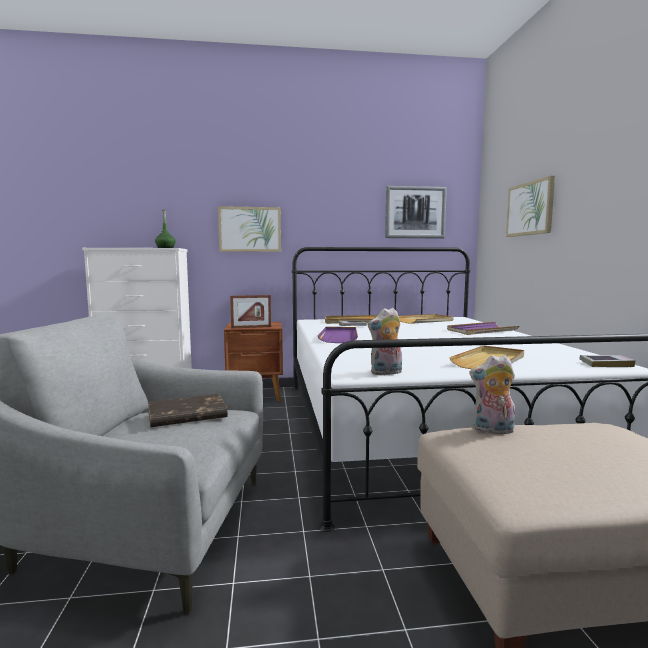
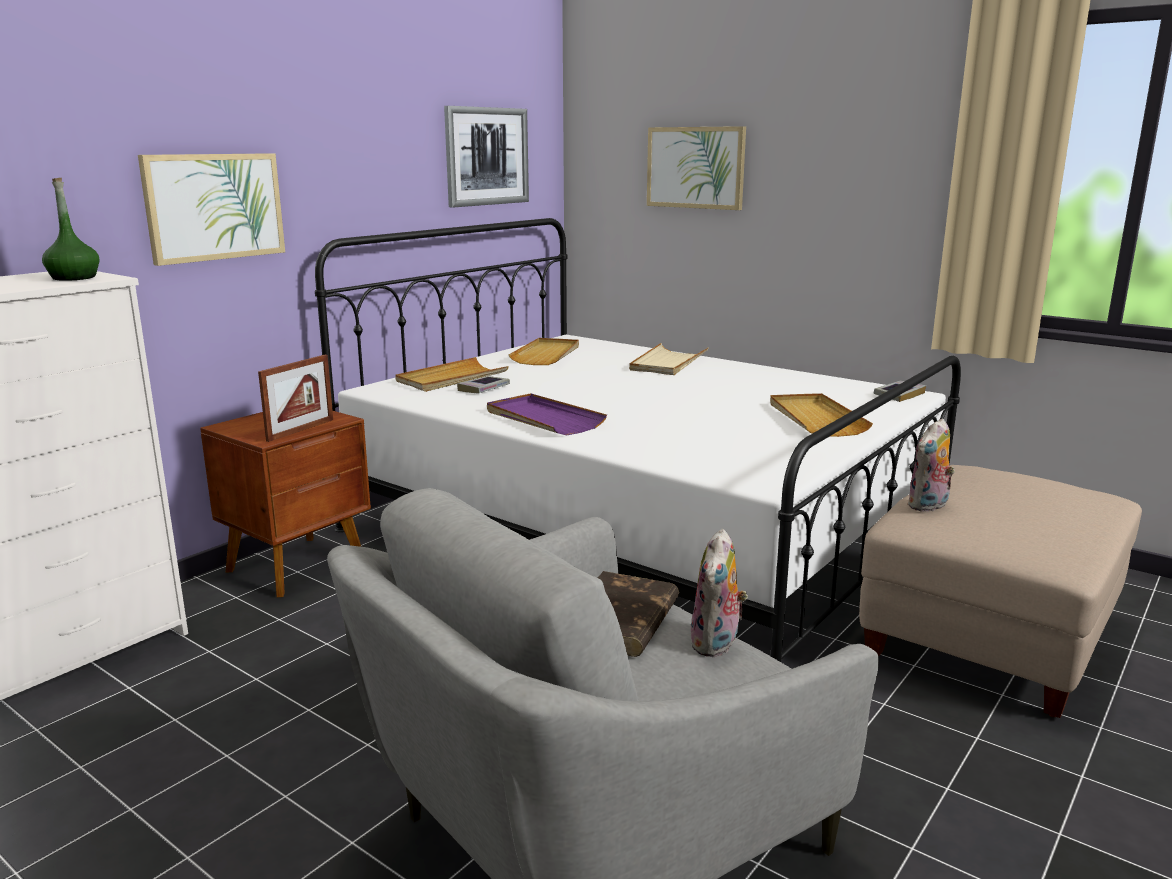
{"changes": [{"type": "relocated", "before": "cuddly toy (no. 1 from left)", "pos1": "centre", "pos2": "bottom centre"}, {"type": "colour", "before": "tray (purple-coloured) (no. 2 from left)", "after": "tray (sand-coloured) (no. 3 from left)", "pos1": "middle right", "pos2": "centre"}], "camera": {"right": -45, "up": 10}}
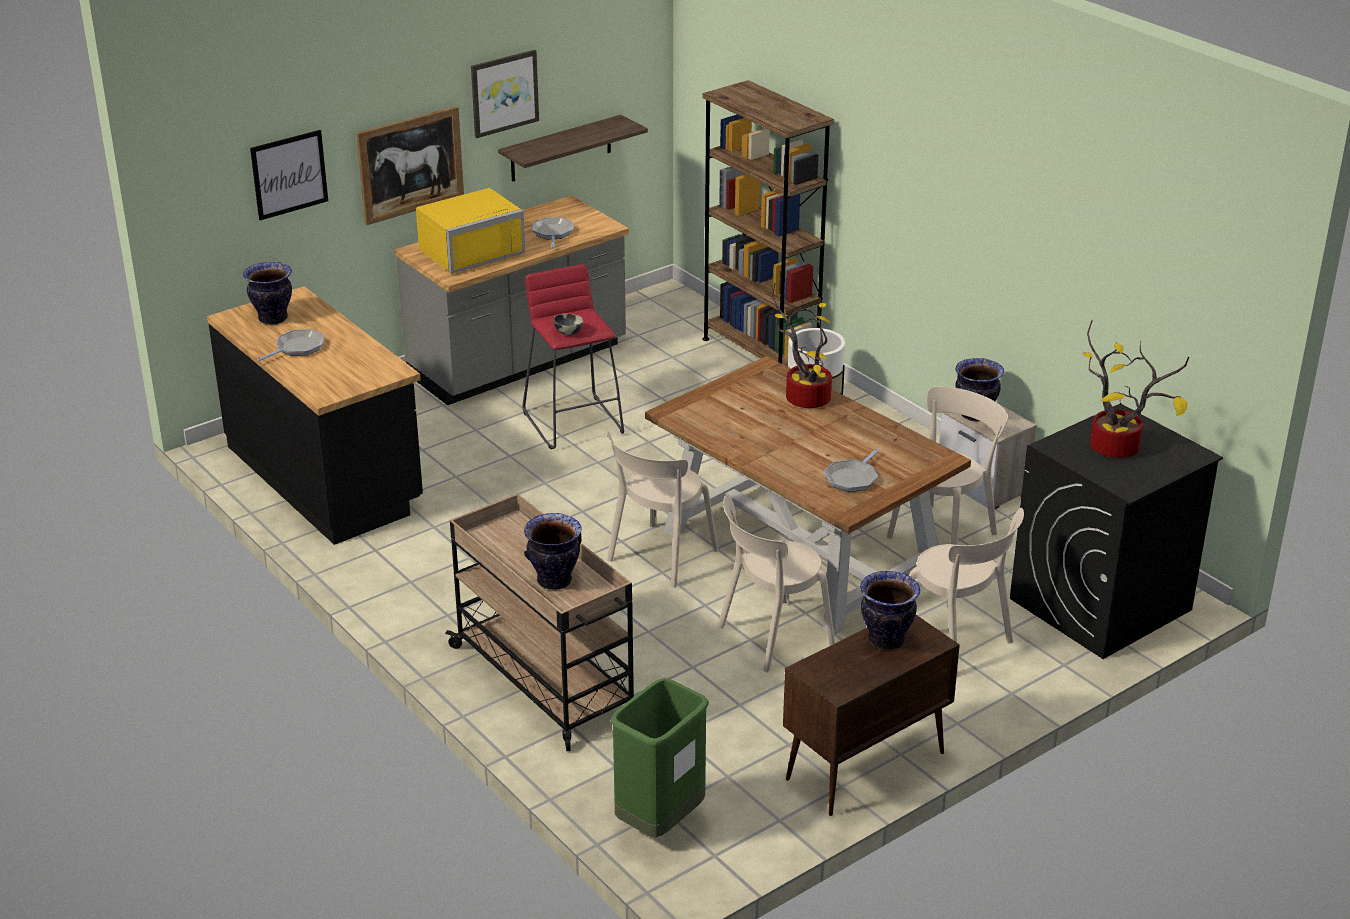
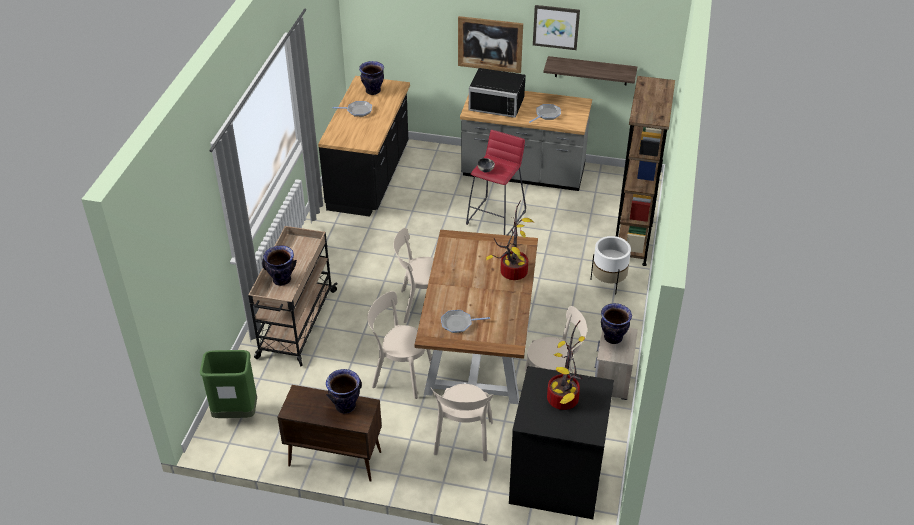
{"changes": [{"type": "missing", "before": "wall picture (no. 1 from left)", "pos1": "top left"}, {"type": "colour", "before": "microwave oven (yellow-coloured)", "after": "microwave oven (blackish)", "pos1": "top centre", "pos2": "top centre"}], "camera": {"right": 50, "up": 10}}
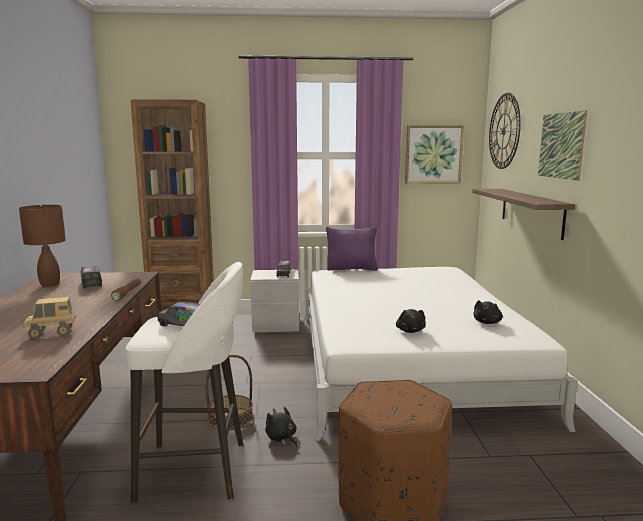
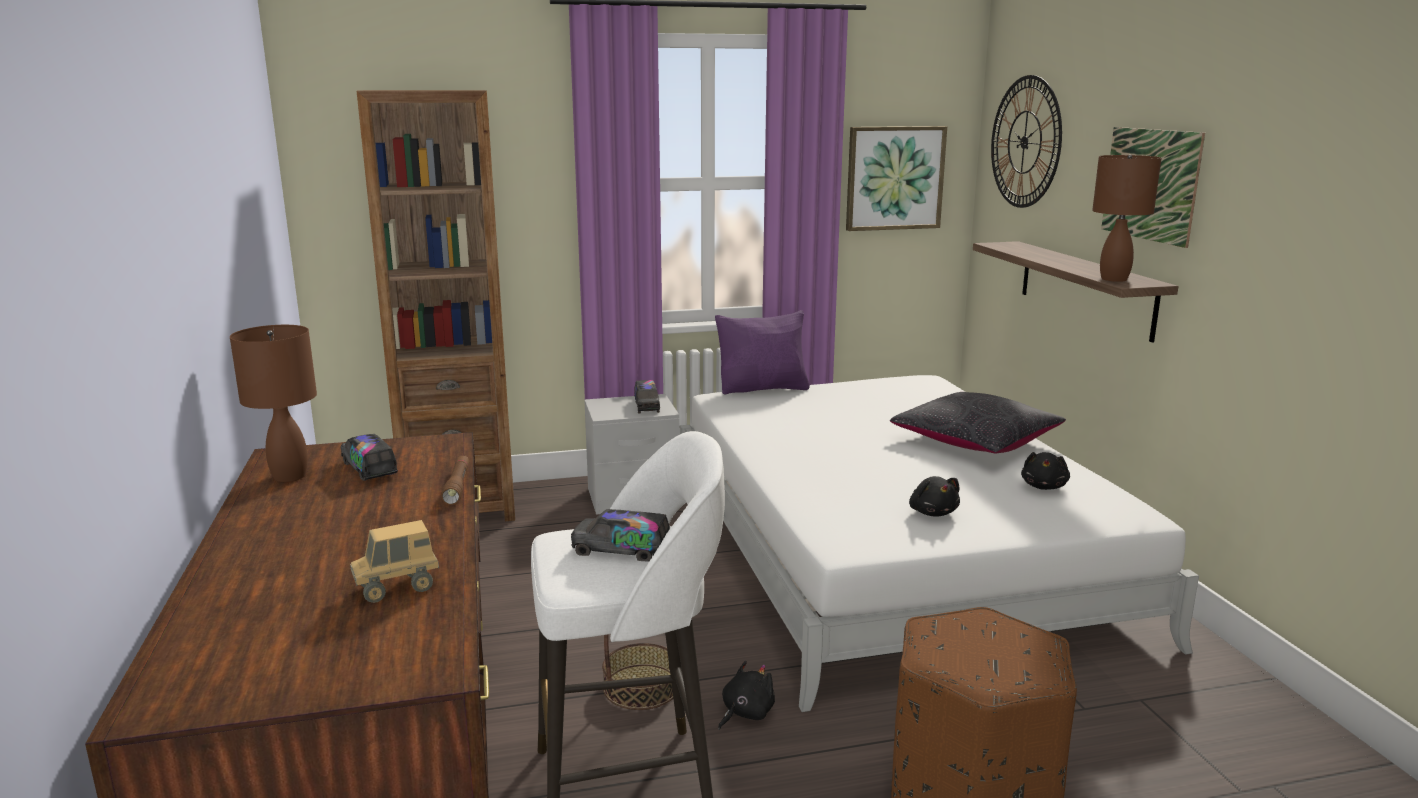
{"changes": [{"type": "spun", "before": "cuddly toy (blackish) (no. 1 from left)", "pos1": "bottom centre", "pos2": "bottom centre", "turn": 90}, {"type": "appeared", "after": "pillow (blackish)", "pos2": "middle right"}, {"type": "appeared", "after": "lamp for a table (brownish) (no. 2 from left)", "pos2": "top right"}], "camera": {"right": -10, "up": 5}}
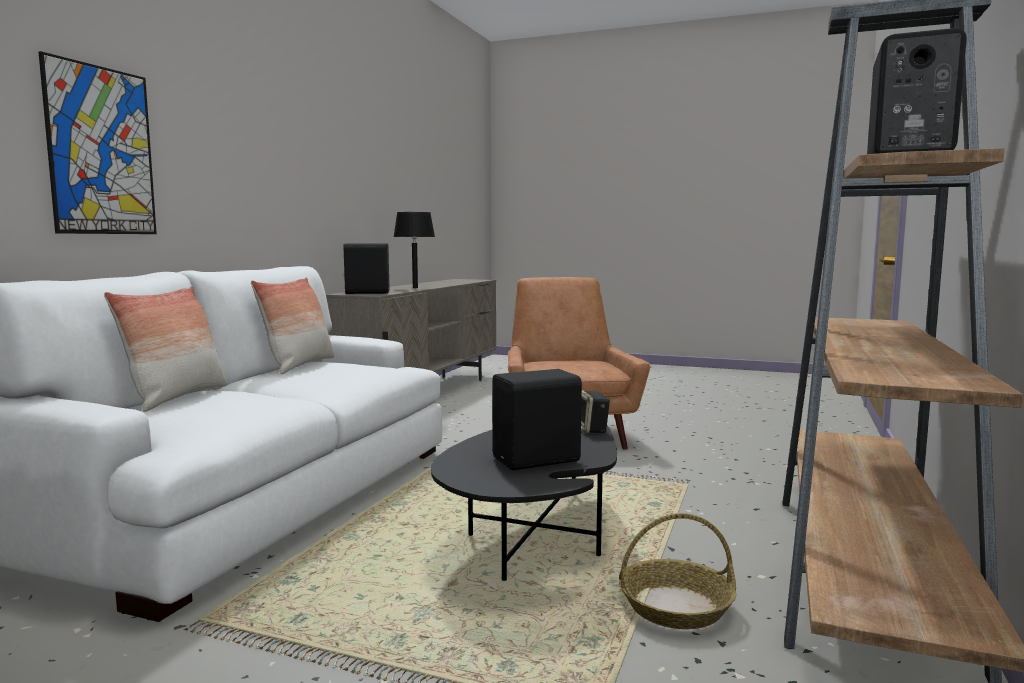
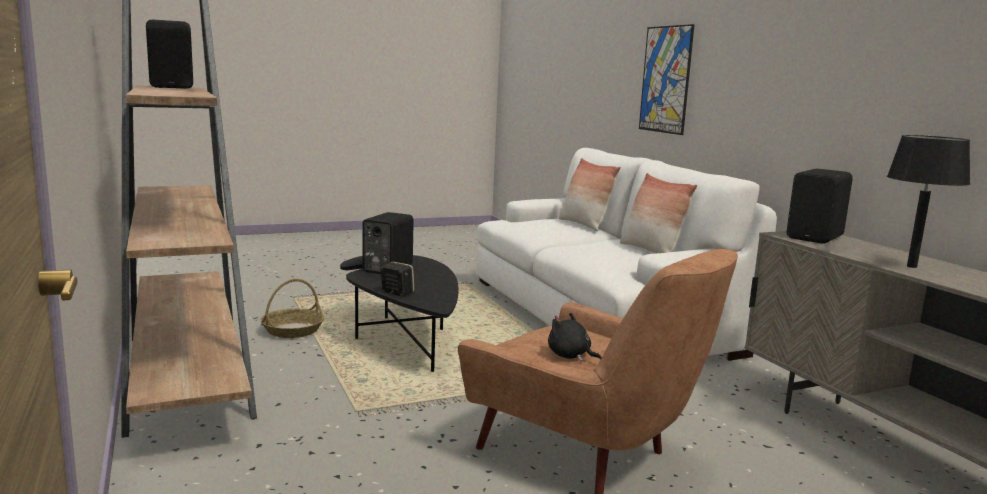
{"changes": [{"type": "appeared", "after": "cuddly toy (blackish)", "pos2": "bottom centre"}], "camera": {"right": 135, "up": 5}}
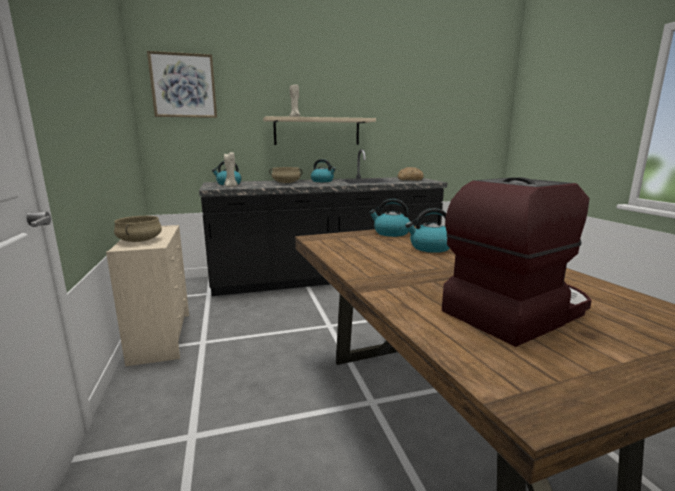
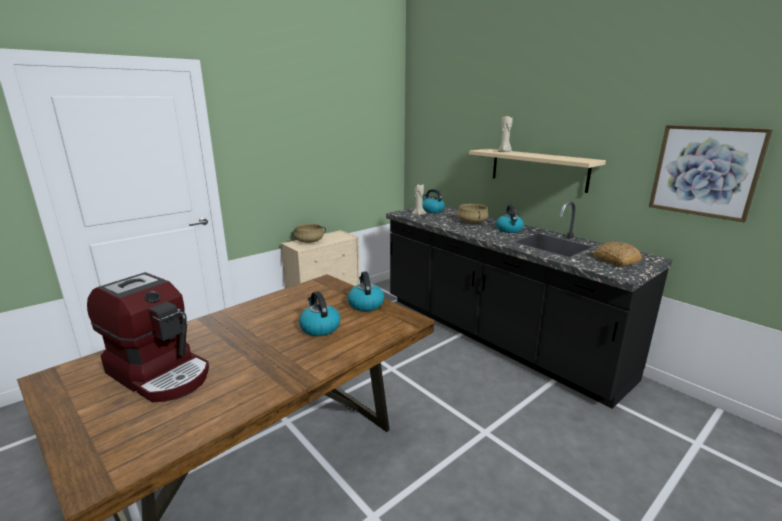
{"changes": [{"type": "relocated", "before": "wall picture", "pos1": "top left", "pos2": "top right"}], "camera": {"right": 65, "up": 5}}
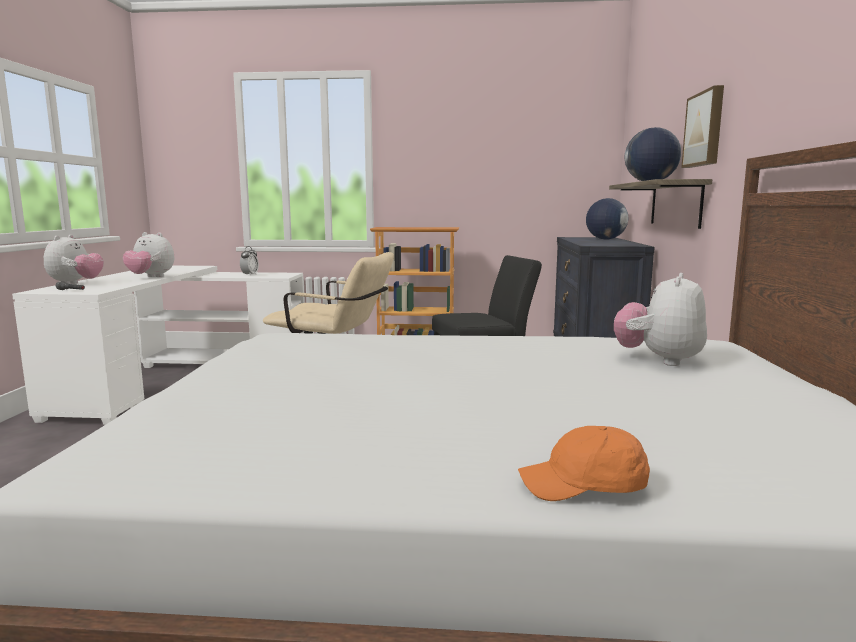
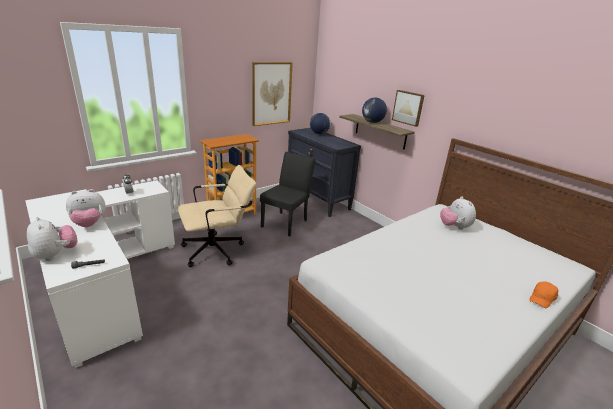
{"changes": [{"type": "appeared", "after": "wall picture (no. 1 from left)", "pos2": "top centre"}], "camera": {"right": -45, "up": 15}}
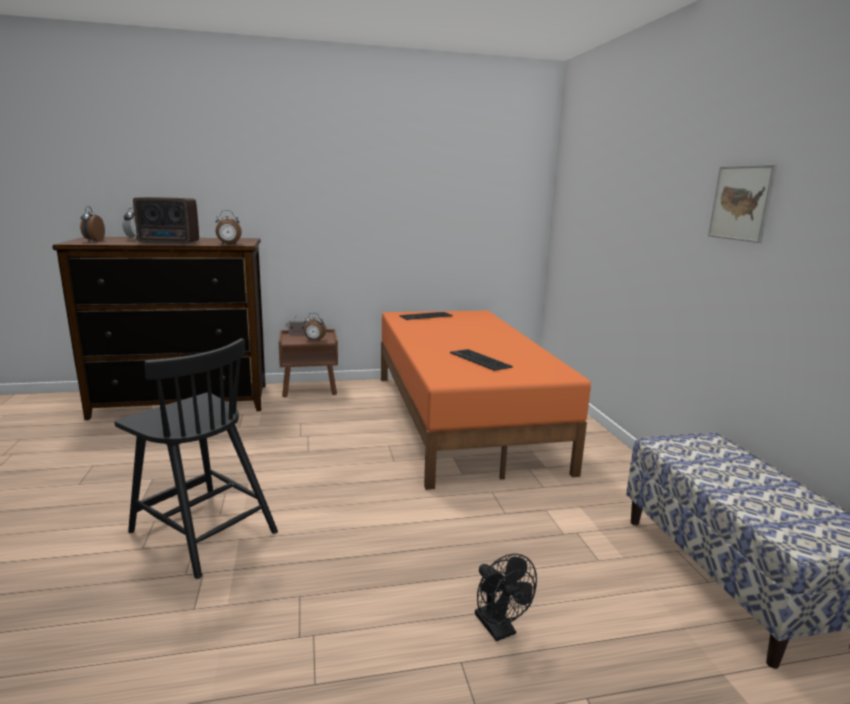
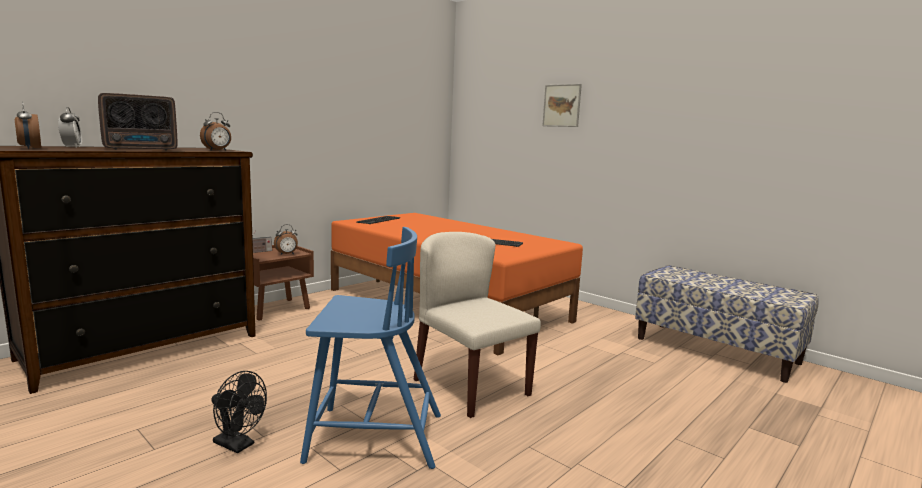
{"changes": [{"type": "colour", "before": "upright chair (blackish)", "after": "upright chair (blue)", "pos1": "middle left", "pos2": "bottom centre"}, {"type": "relocated", "before": "electric fan (blackish)", "pos1": "bottom centre", "pos2": "bottom left"}, {"type": "relocated", "before": "wall picture", "pos1": "top right", "pos2": "top centre"}, {"type": "appeared", "after": "upright chair (sand-coloured)", "pos2": "centre"}], "camera": {"right": -35, "up": -5}}
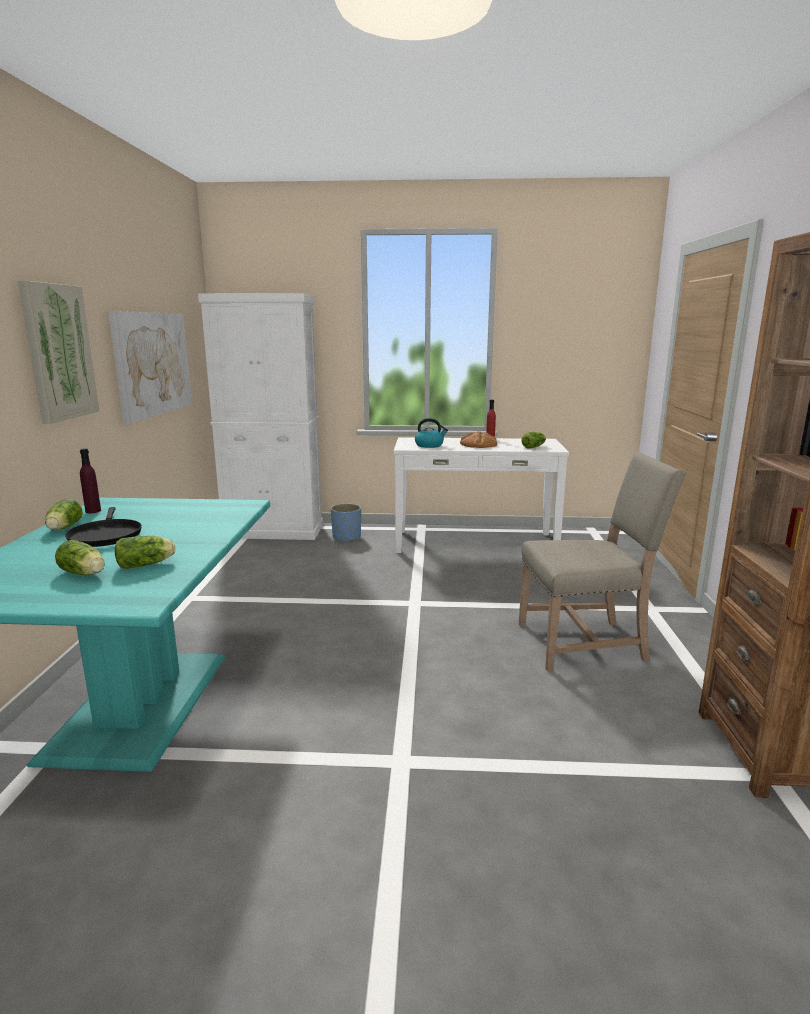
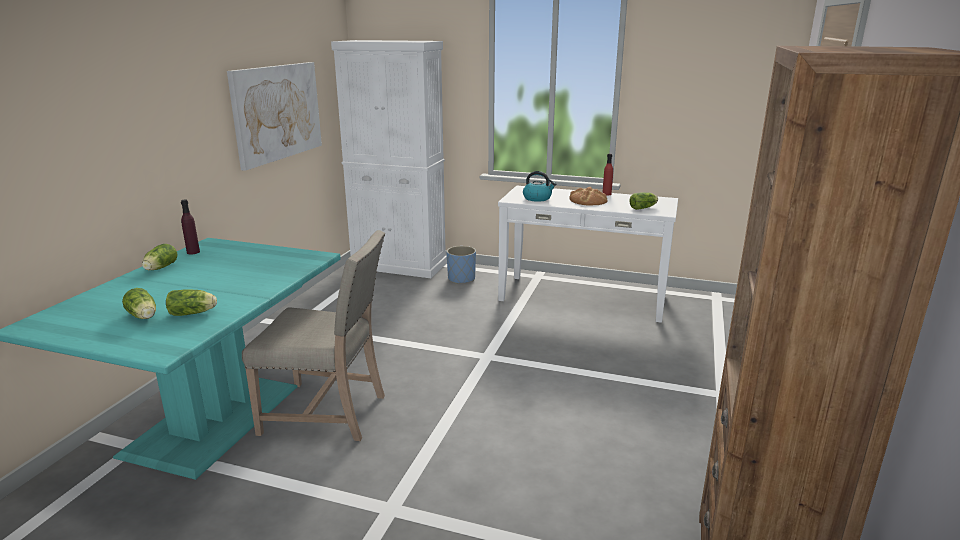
{"changes": [{"type": "missing", "before": "wall picture (no. 1 from left)", "pos1": "middle left"}, {"type": "missing", "before": "pan (blackish)", "pos1": "middle left"}, {"type": "relocated", "before": "upright chair (sand-coloured)", "pos1": "middle right", "pos2": "middle left"}], "camera": {"right": 15, "up": 5}}
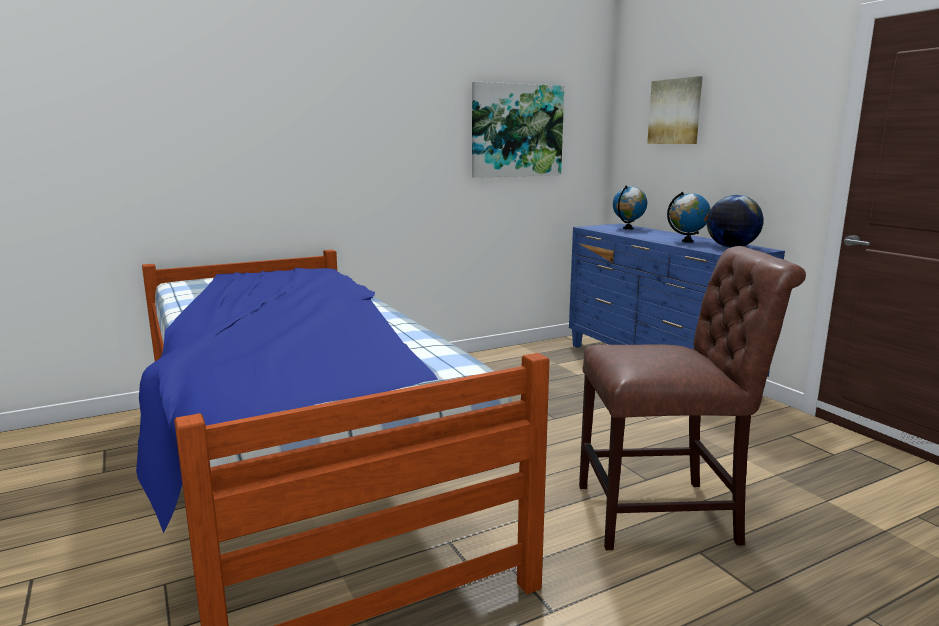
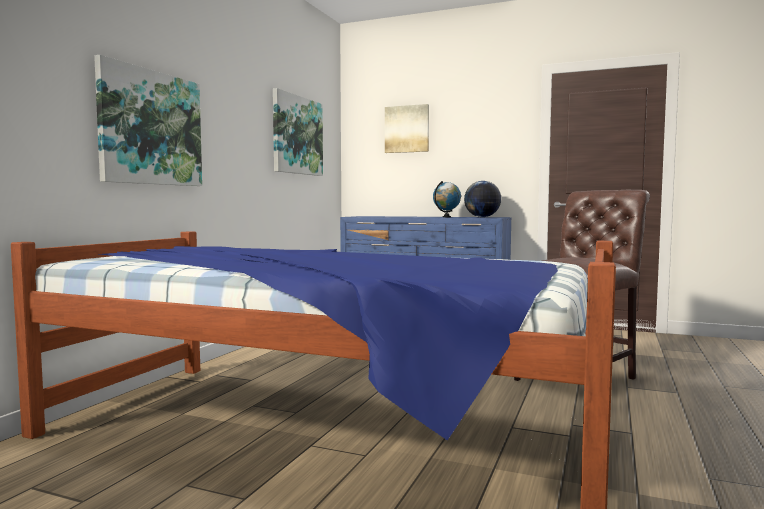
{"changes": [{"type": "missing", "before": "globe (no. 1 from left)", "pos1": "top right"}, {"type": "appeared", "after": "wall picture (no. 1 from left)", "pos2": "top left"}], "camera": {"right": -40, "up": -10}}
